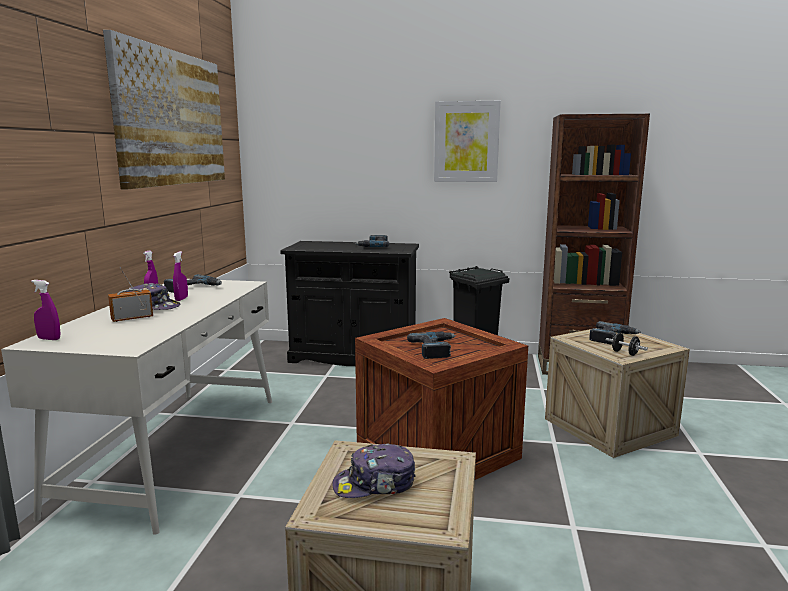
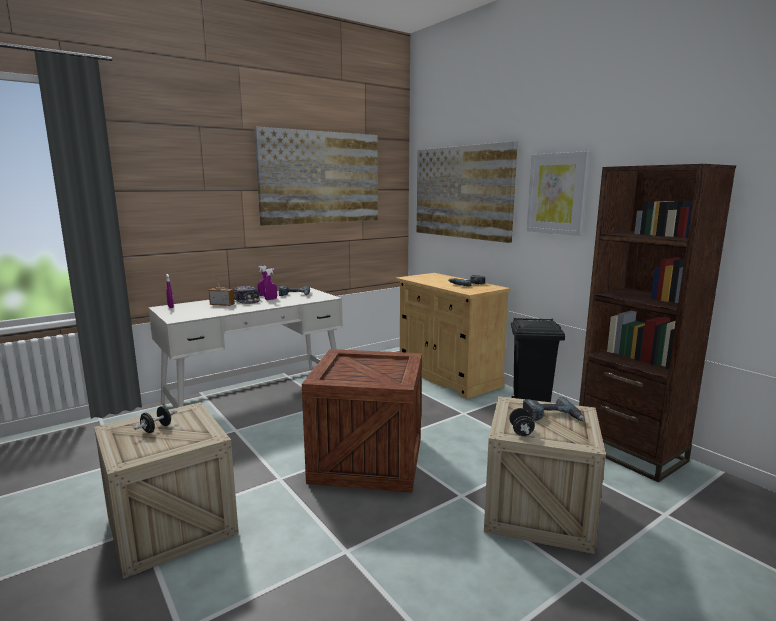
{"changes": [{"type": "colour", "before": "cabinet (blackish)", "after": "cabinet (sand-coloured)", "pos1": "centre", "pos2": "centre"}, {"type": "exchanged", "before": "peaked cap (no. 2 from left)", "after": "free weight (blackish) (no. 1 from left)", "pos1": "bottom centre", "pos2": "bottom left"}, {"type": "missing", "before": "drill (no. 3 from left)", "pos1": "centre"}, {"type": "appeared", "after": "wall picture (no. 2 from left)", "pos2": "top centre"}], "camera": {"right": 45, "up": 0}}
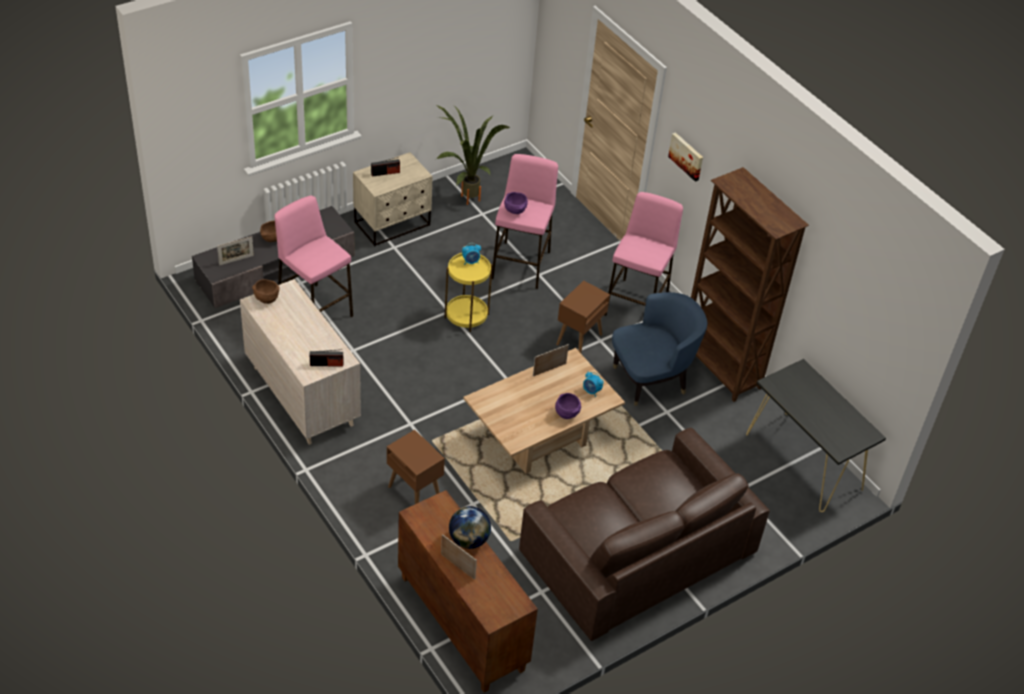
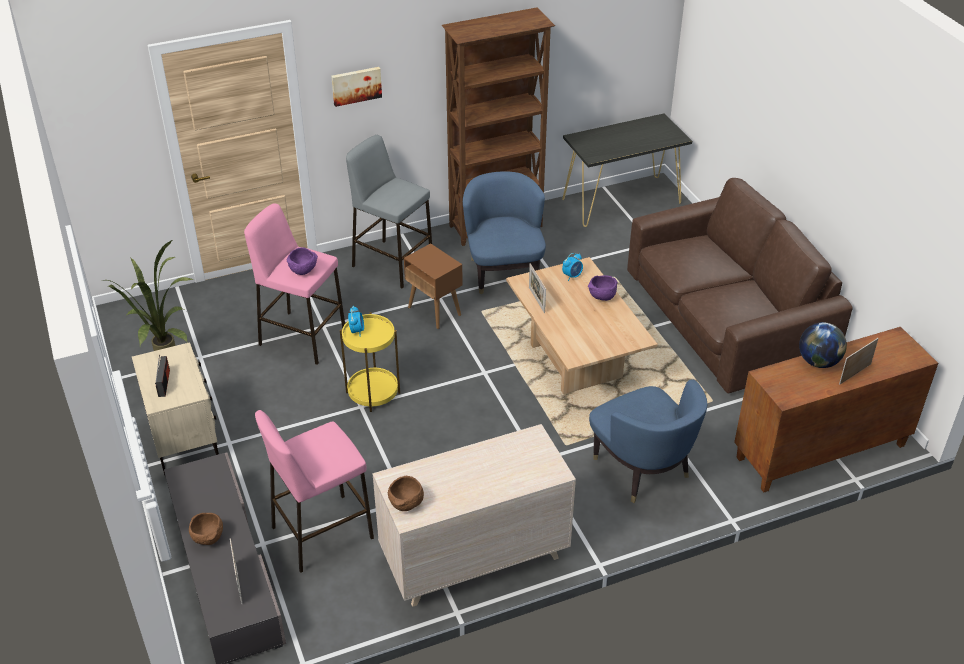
{"changes": [{"type": "missing", "before": "radio set (no. 1 from left)", "pos1": "middle left"}, {"type": "exchanged", "before": "accent table (brownish) (no. 1 from left)", "after": "armchair (blue) (no. 2 from left)", "pos1": "bottom centre", "pos2": "middle right"}, {"type": "colour", "before": "stool seat (pinkish) (no. 3 from left)", "after": "stool seat (grey)", "pos1": "centre", "pos2": "top centre"}], "camera": {"right": -75, "up": -5}}
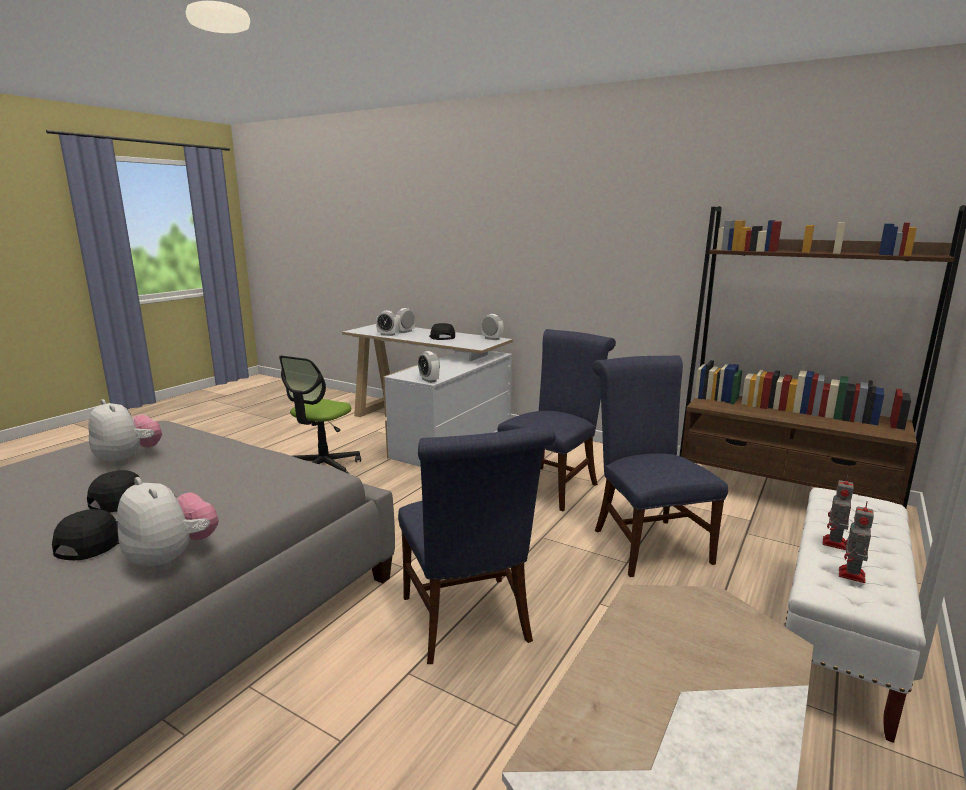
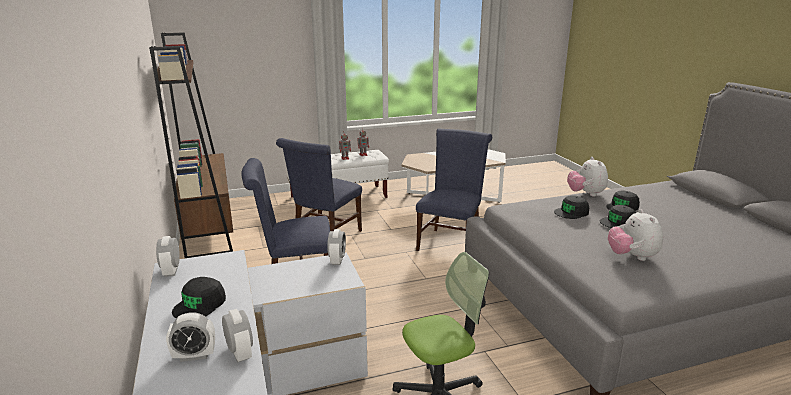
{"changes": [{"type": "appeared", "after": "peaked cap (blackish) (no. 2 from left)", "pos2": "middle right"}], "camera": {"right": -140, "up": 5}}
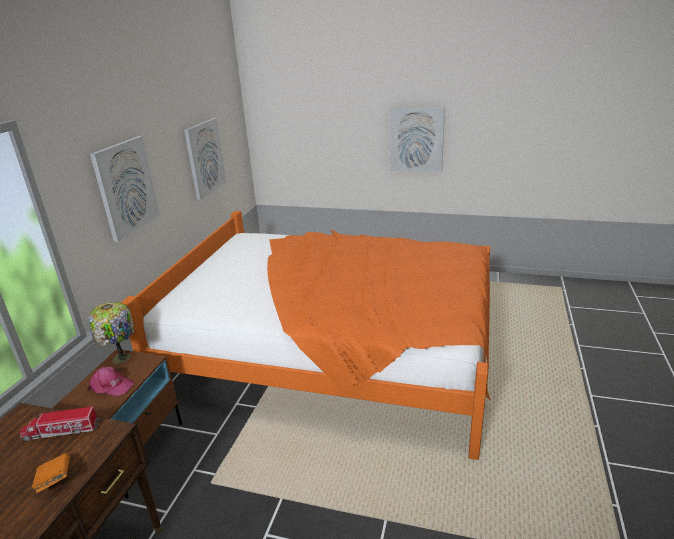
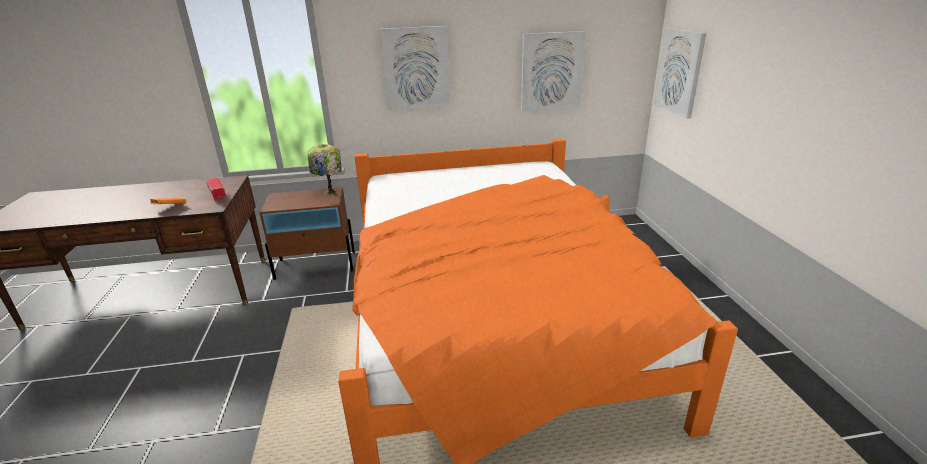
{"changes": [{"type": "missing", "before": "peaked cap (pinkish)", "pos1": "bottom left"}, {"type": "relocated", "before": "wall picture (no. 3 from left)", "pos1": "top centre", "pos2": "top right"}], "camera": {"right": 65, "up": 0}}
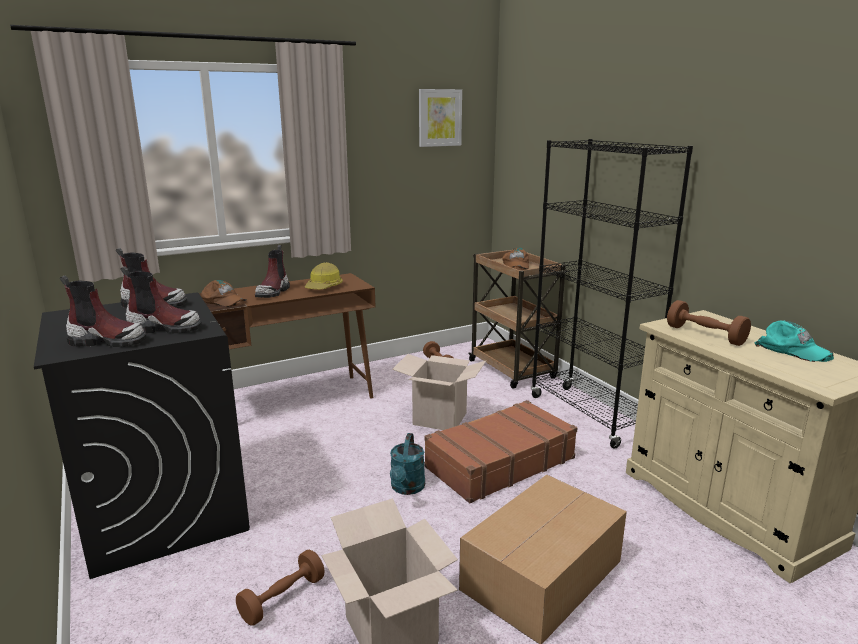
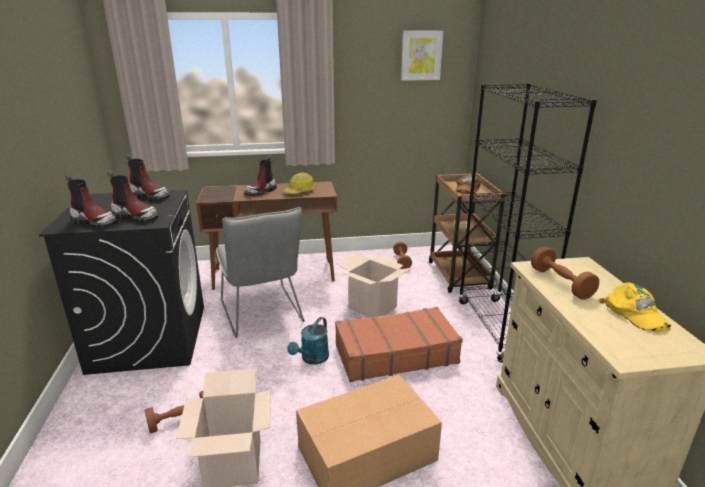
{"changes": [{"type": "missing", "before": "peaked cap (brownish) (no. 1 from left)", "pos1": "middle left"}, {"type": "colour", "before": "peaked cap (turquoise)", "after": "peaked cap (yellow-coloured)", "pos1": "middle right", "pos2": "middle right"}, {"type": "appeared", "after": "upright chair (grey)", "pos2": "centre"}], "camera": {"right": 20, "up": 5}}
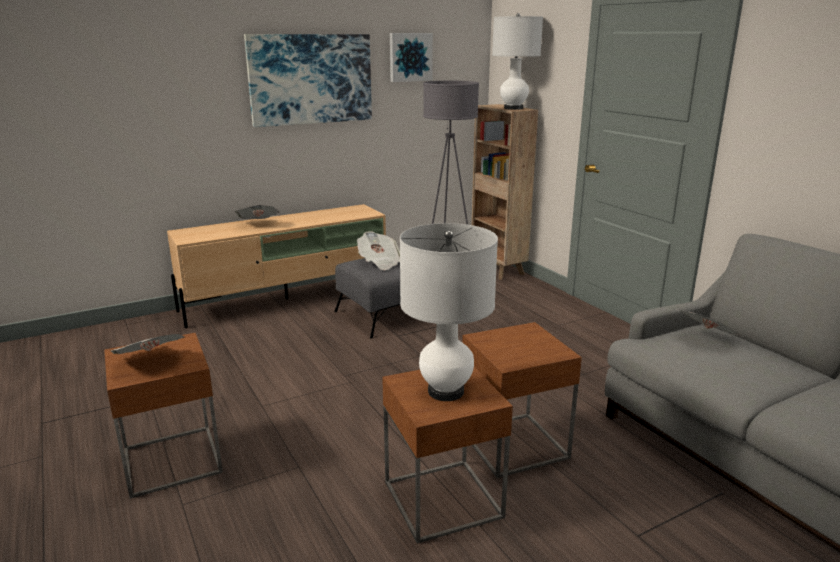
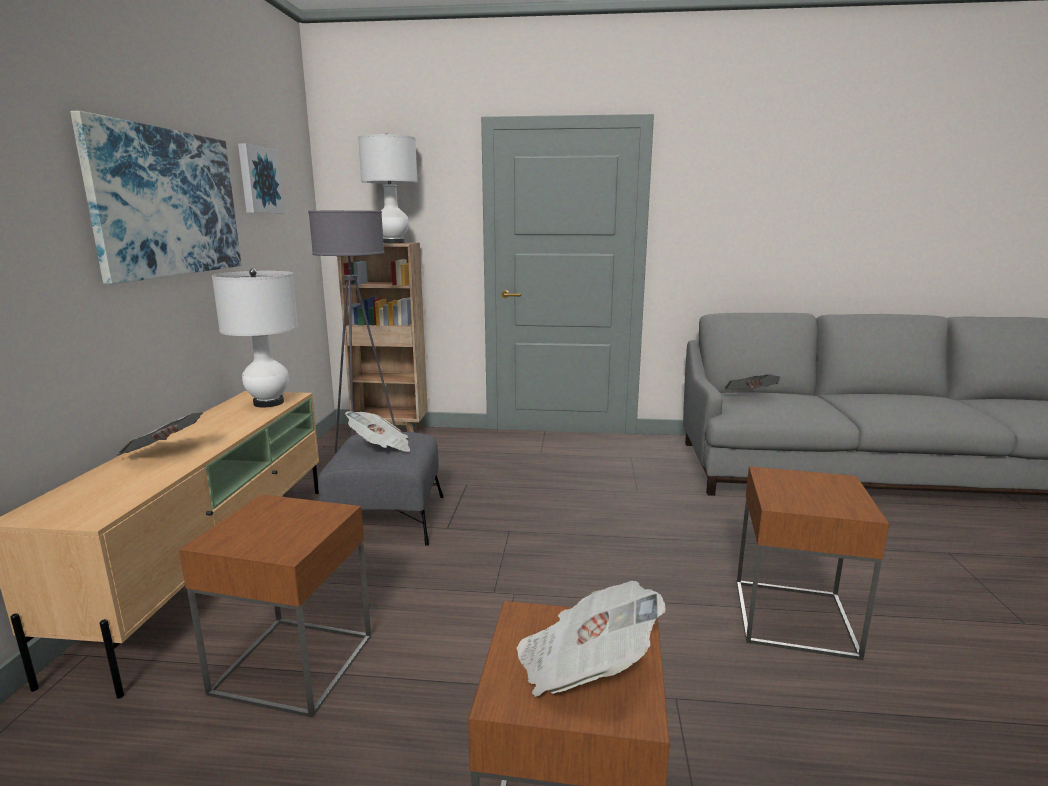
{"changes": [{"type": "relocated", "before": "lamp for a table (white) (no. 1 from left)", "pos1": "centre", "pos2": "middle left"}, {"type": "relocated", "before": "accent table (brownish) (no. 3 from left in the first image)", "after": "accent table (brownish) (no. 1 from left)", "pos1": "bottom centre", "pos2": "bottom left"}], "camera": {"right": -55, "up": -5}}
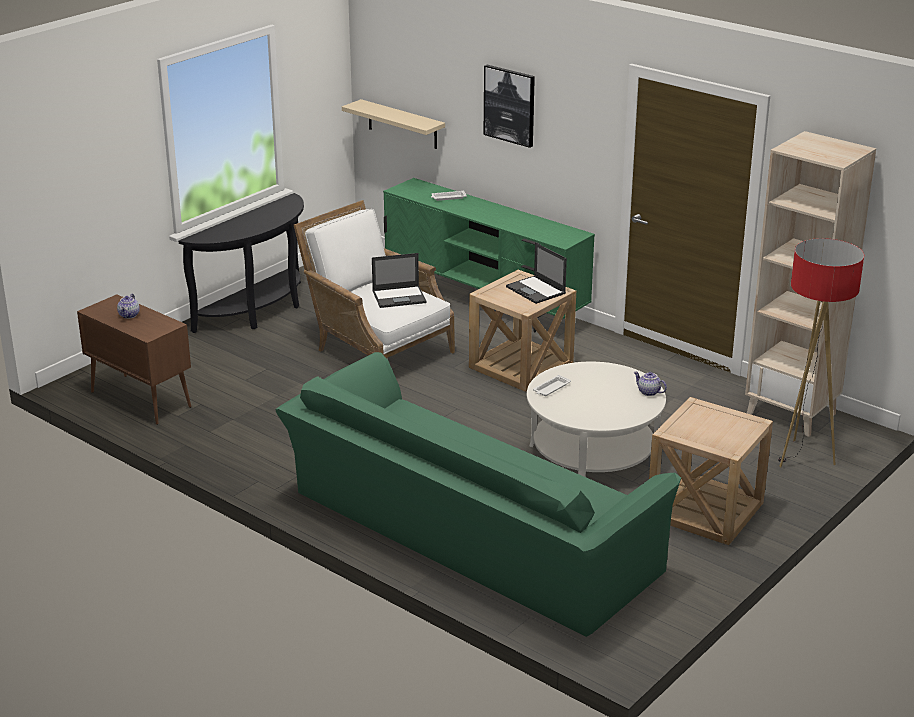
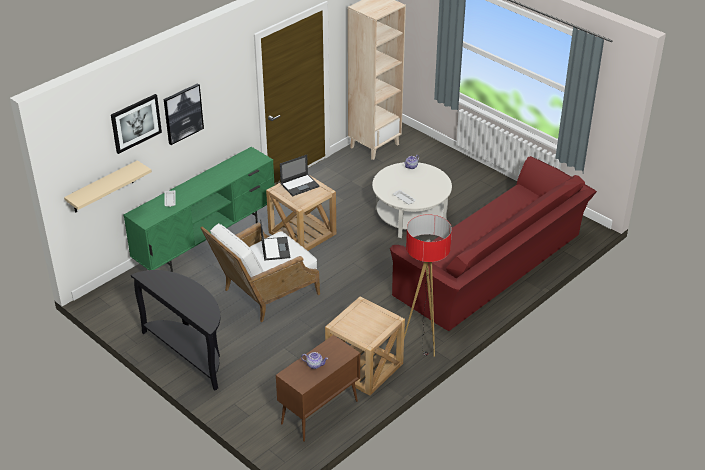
{"changes": [{"type": "colour", "before": "couch (greenish)", "after": "couch (reddish)", "pos1": "bottom centre", "pos2": "middle right"}, {"type": "relocated", "before": "accent table (sand-coloured) (no. 2 from left)", "pos1": "middle right", "pos2": "bottom centre"}, {"type": "relocated", "before": "standing lamp", "pos1": "middle right", "pos2": "centre"}, {"type": "appeared", "after": "wall picture (no. 1 from left)", "pos2": "top left"}], "camera": {"right": -85, "up": 10}}
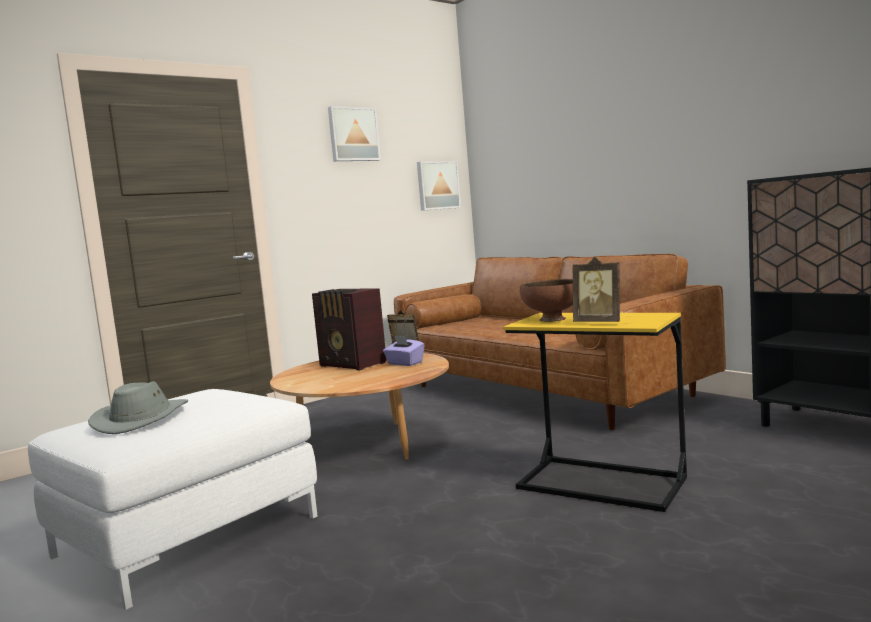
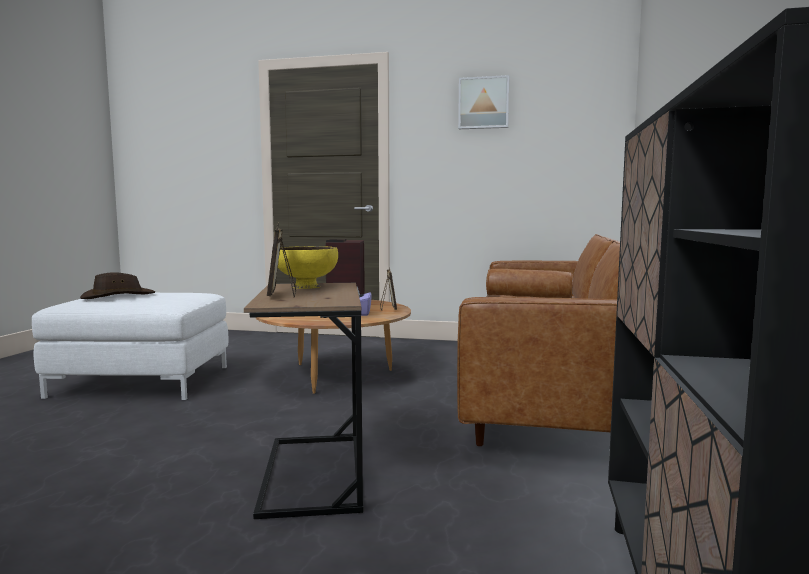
{"changes": [{"type": "colour", "before": "hat (grey)", "after": "hat (brownish)", "pos1": "middle left", "pos2": "middle left"}, {"type": "missing", "before": "wall picture (no. 2 from left)", "pos1": "top centre"}, {"type": "colour", "before": "accent table (yellow-coloured)", "after": "accent table (brownish)", "pos1": "middle right", "pos2": "bottom centre"}, {"type": "colour", "before": "serving bowl (brownish)", "after": "serving bowl (yellow-coloured)", "pos1": "centre", "pos2": "centre"}], "camera": {"right": 50, "up": 0}}
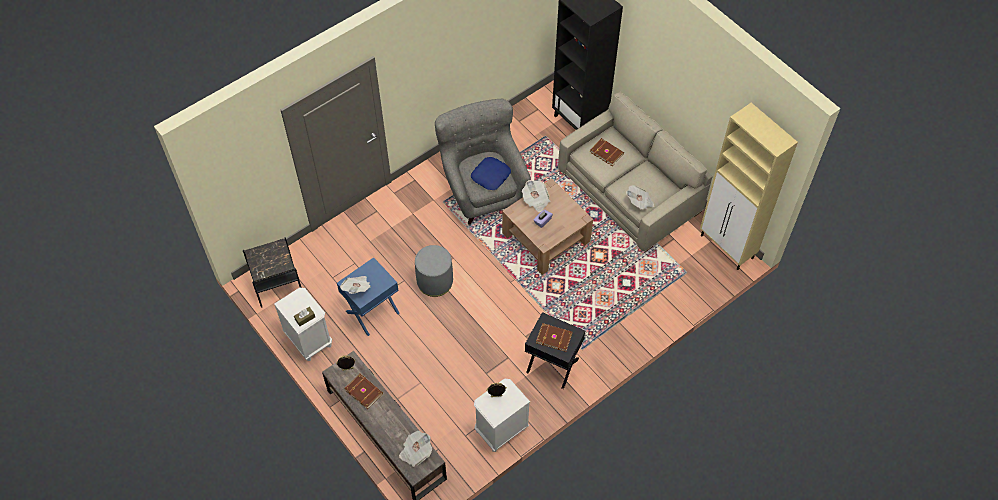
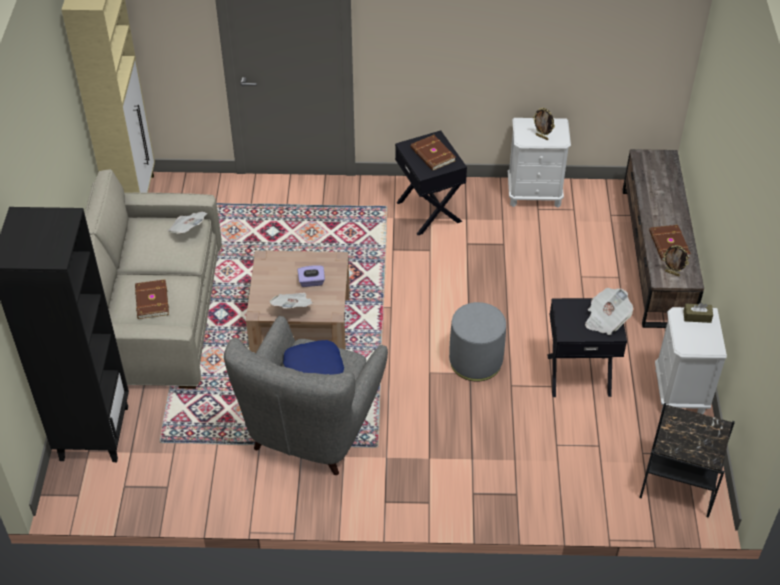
{"changes": [{"type": "colour", "before": "accent table (blue)", "after": "accent table (blackish) (no. 2 from left)", "pos1": "centre", "pos2": "middle right"}, {"type": "missing", "before": "newspaper (no. 2 from left)", "pos1": "bottom centre"}], "camera": {"right": -140, "up": -10}}
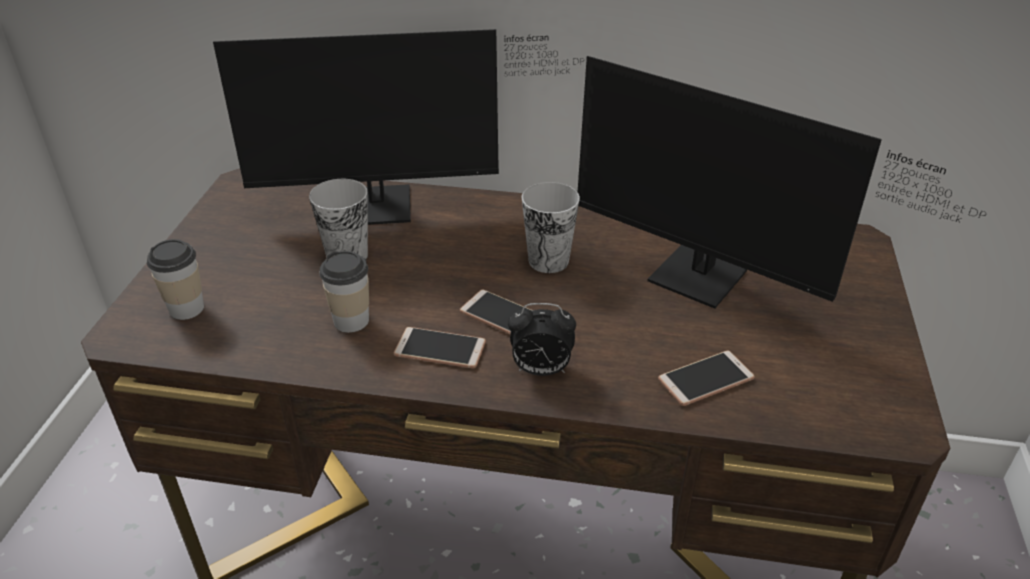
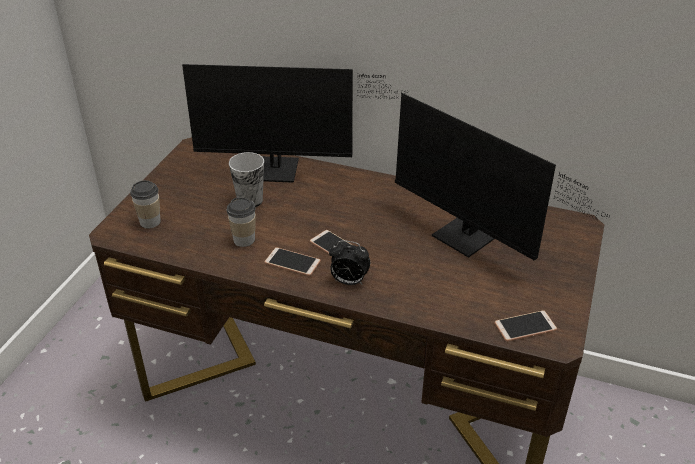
{"changes": [{"type": "missing", "before": "small cup (no. 4 from left)", "pos1": "centre"}, {"type": "relocated", "before": "handset (no. 3 from left)", "pos1": "middle right", "pos2": "bottom right"}], "camera": {"right": 10, "up": 0}}
